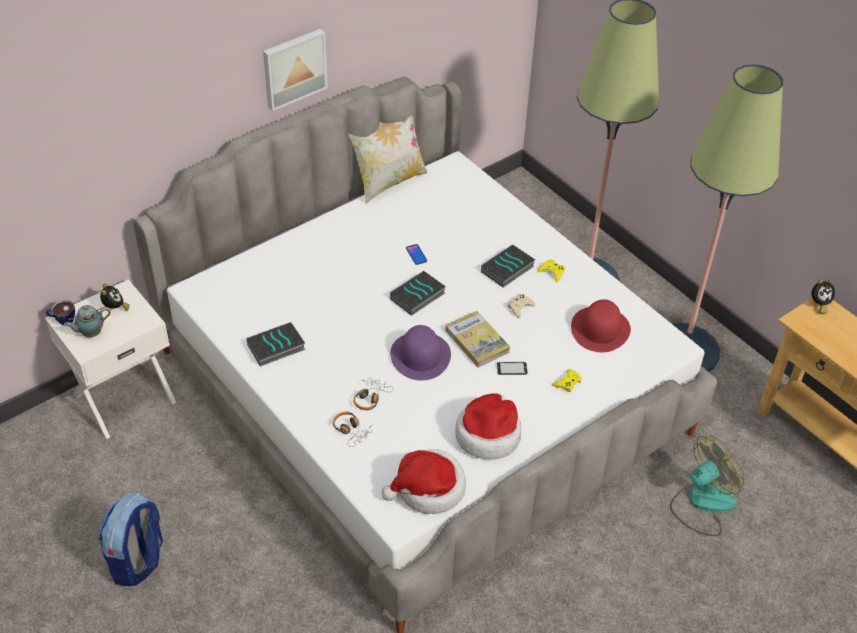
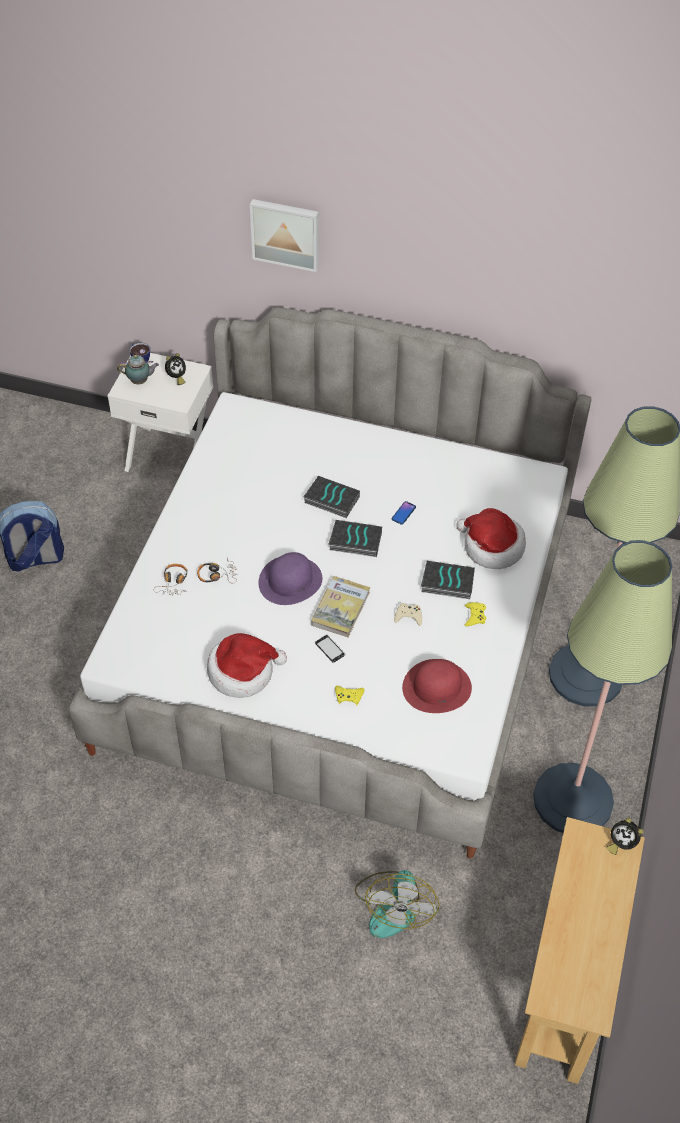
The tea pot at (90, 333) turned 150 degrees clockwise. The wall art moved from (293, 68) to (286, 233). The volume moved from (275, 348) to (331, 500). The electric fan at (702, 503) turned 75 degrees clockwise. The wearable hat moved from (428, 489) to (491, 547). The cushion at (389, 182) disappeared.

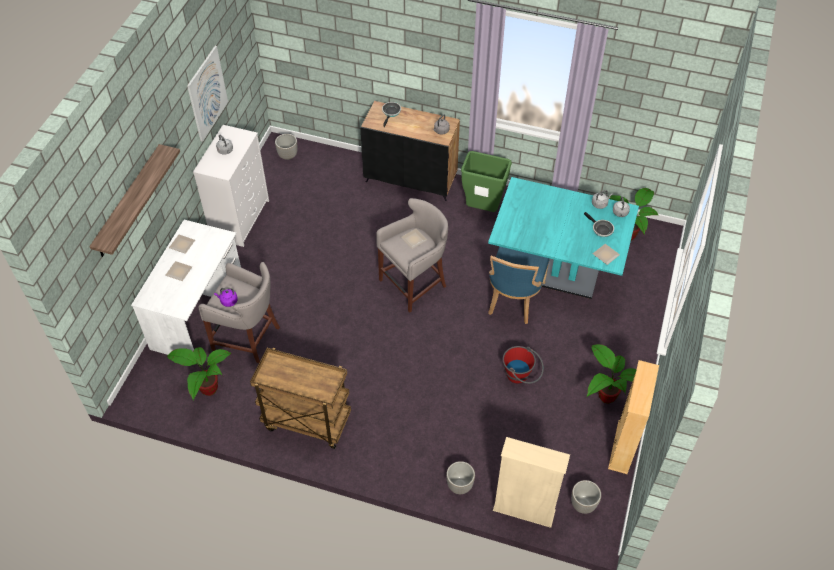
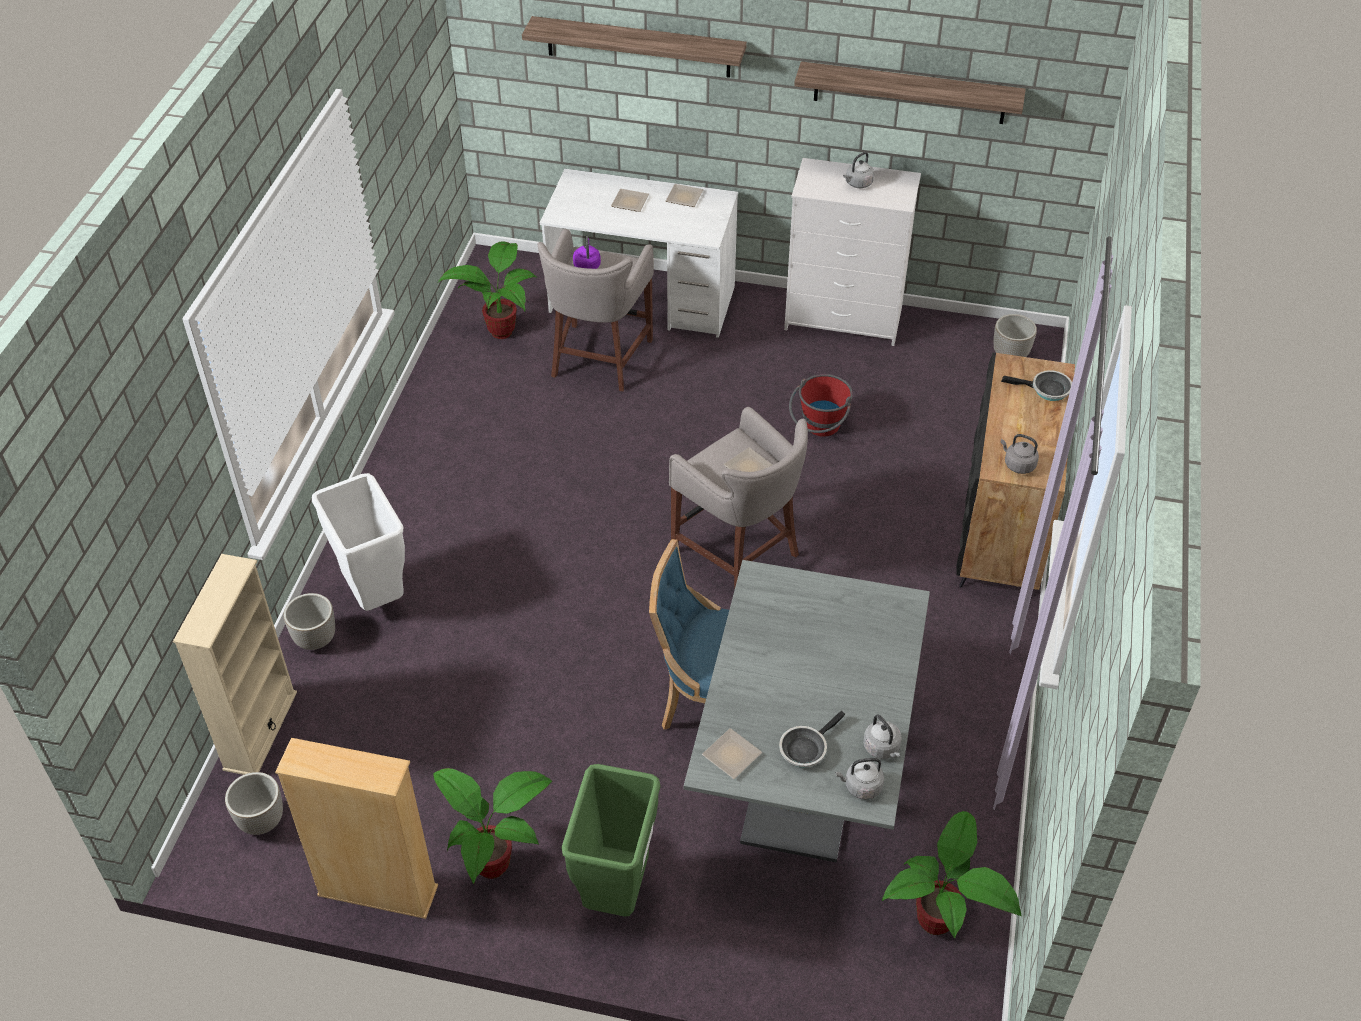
The rubbish bin (whitish) at (375, 595) appeared. The rubbish bin (green-coloured) moved from (483, 209) to (616, 894). The kitchen table (blue-green) at (555, 272) became the kitchen table (greyish) at (803, 778). The bucket (red) moved from (521, 376) to (819, 429). The wall art at (207, 93) was replaced by the shelf at (909, 93). The trolley (brown-coloured) at (306, 422) disappeared.

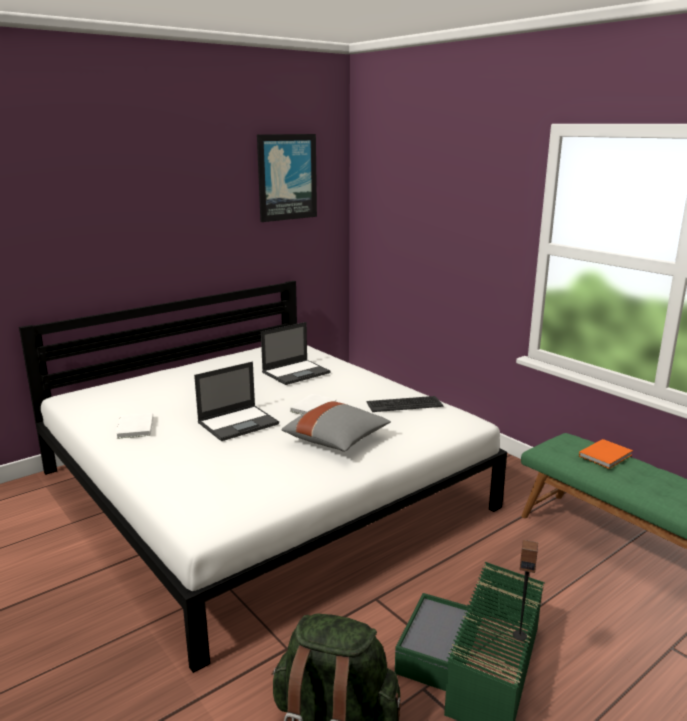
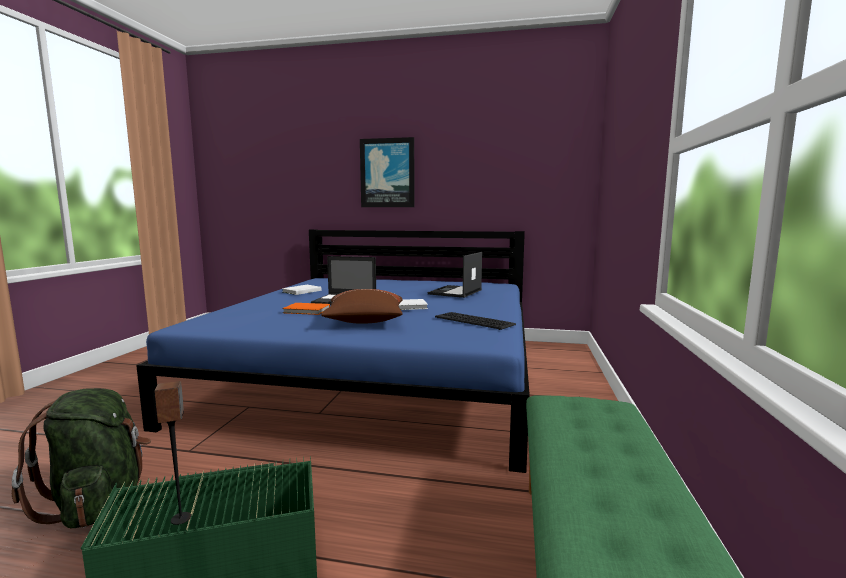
The bed (whitish) at (262, 488) became the bed (blue-coloured) at (381, 374). The volume (orangey) moved from (606, 455) to (307, 311). The cushion (greyish) at (337, 440) became the cushion (brown-coloured) at (365, 322). The wall art moved from (286, 177) to (387, 173). The notebook computer at (296, 372) turned 105 degrees clockwise.

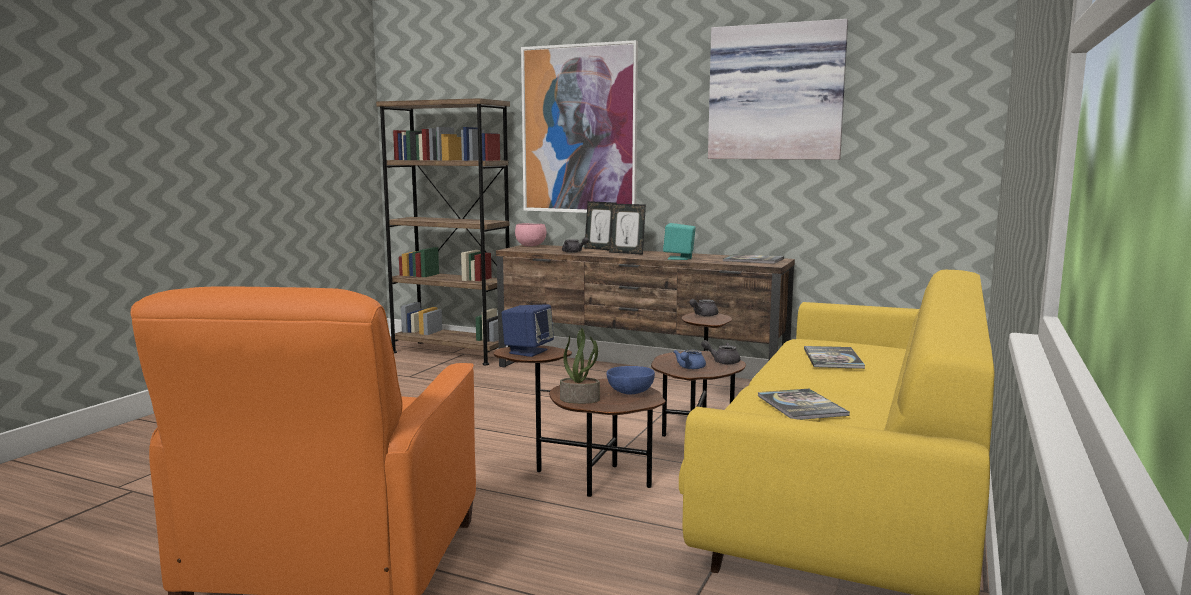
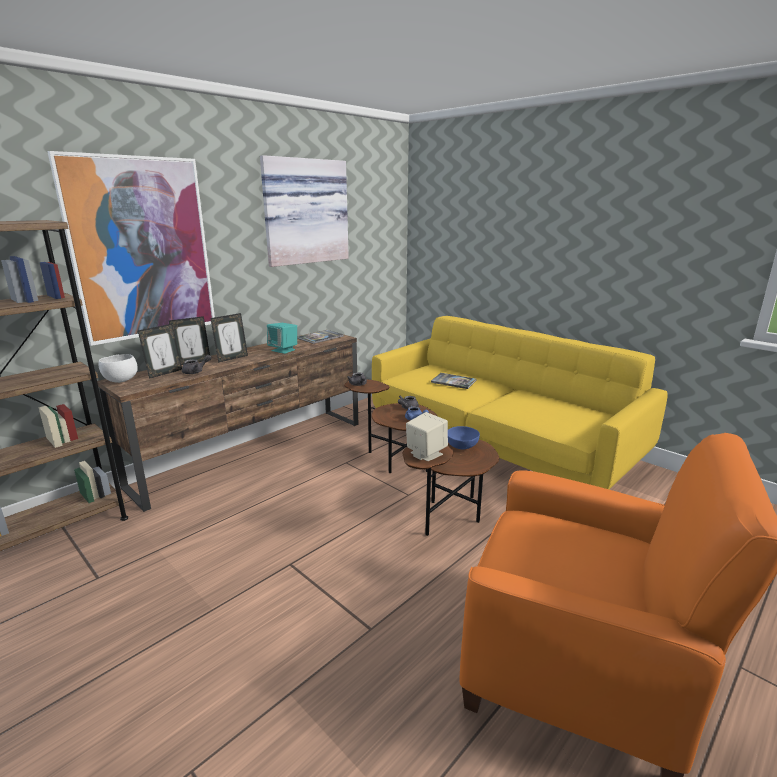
The deep dish (pinkish) at (530, 246) became the deep dish (whitish) at (120, 381). The photo frame at (164, 373) appeared. The loudspeaker (blue-coloured) at (528, 351) became the loudspeaker (beige-coloured) at (425, 453). The plant in a pot at (580, 399) disappeared. The volume at (801, 406) disappeared.

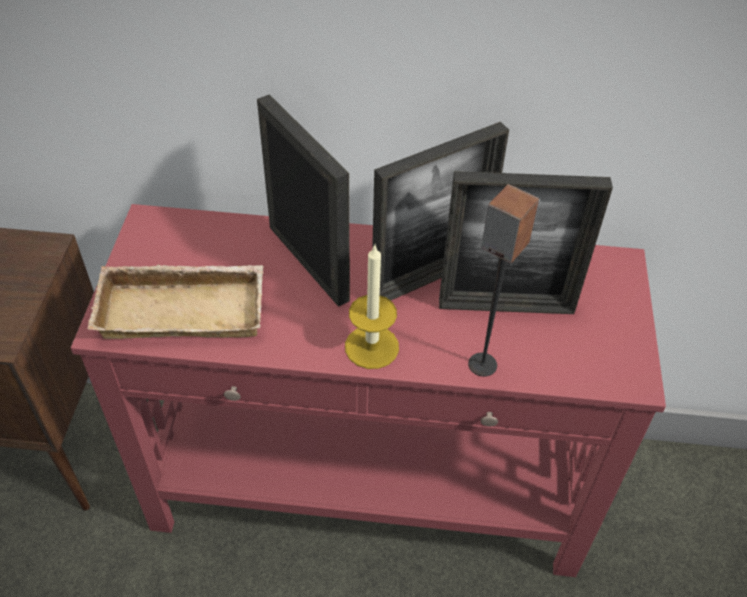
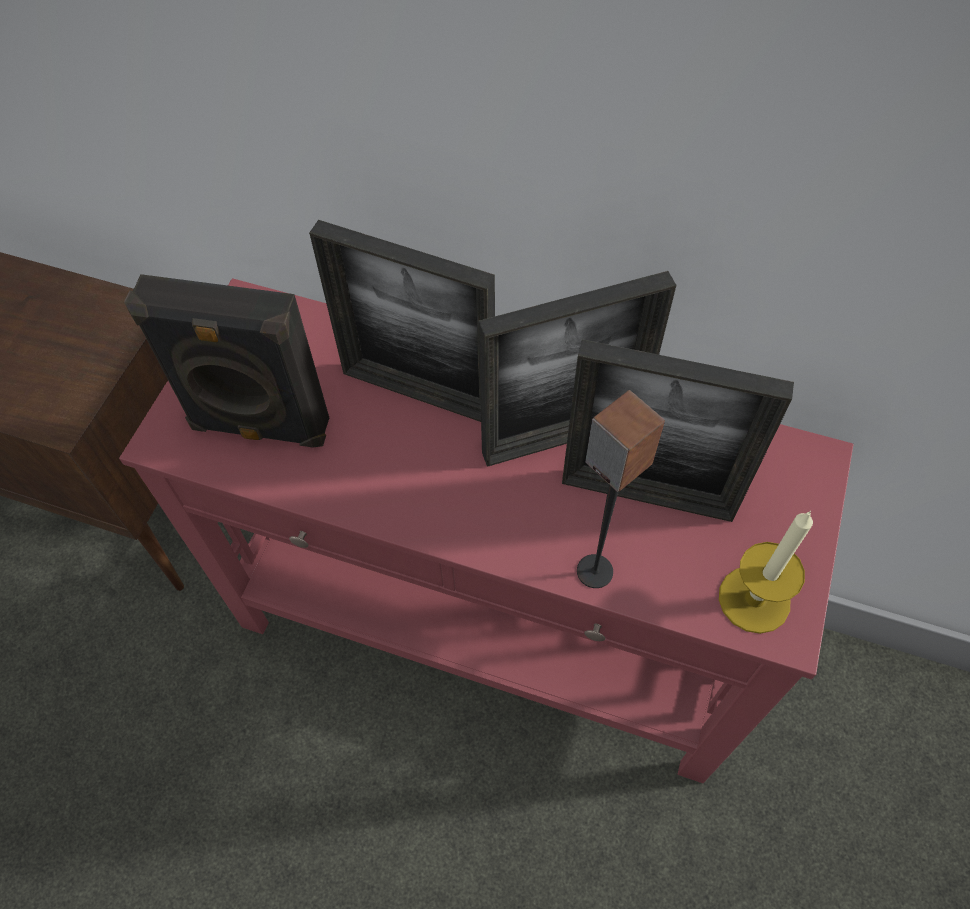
The serving tray (beige-coloured) at (185, 307) was replaced by the loudspeaker (black-coloured) at (259, 427). The photo frame at (308, 263) turned 135 degrees clockwise. The candle moved from (371, 347) to (754, 599).

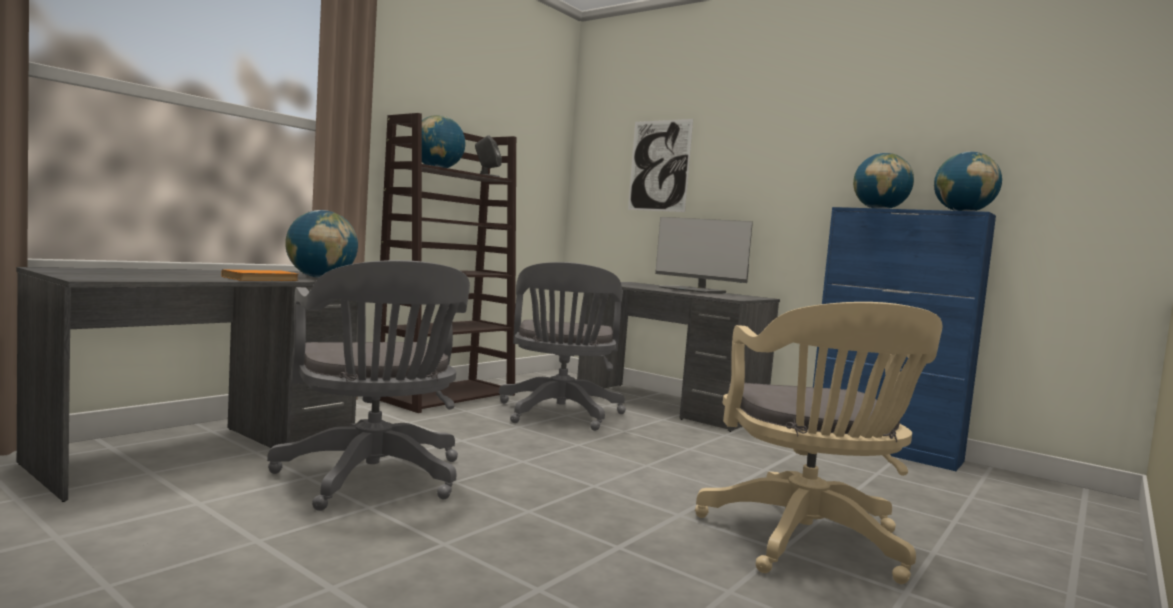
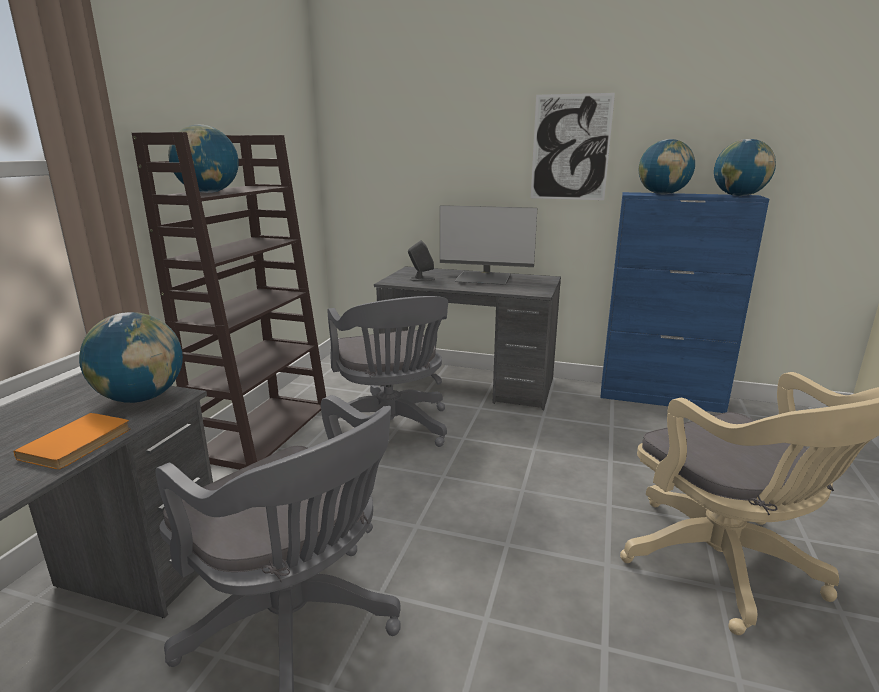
The loudspeaker (greyish) moved from (486, 176) to (421, 279). The wall art moved from (659, 165) to (570, 148).

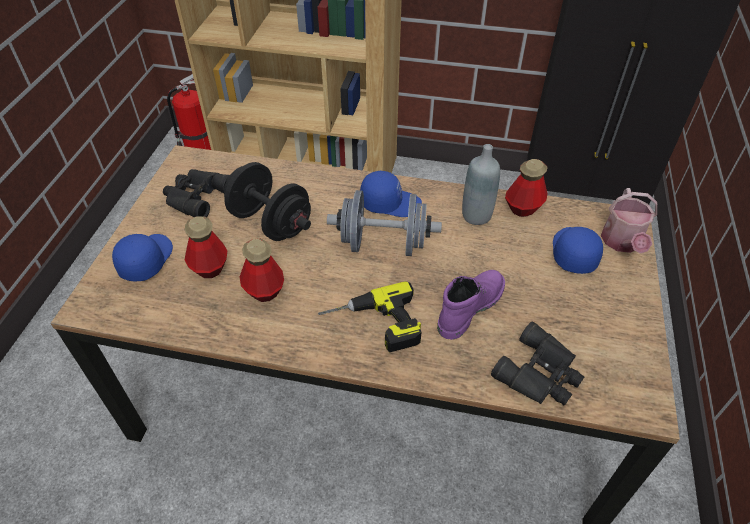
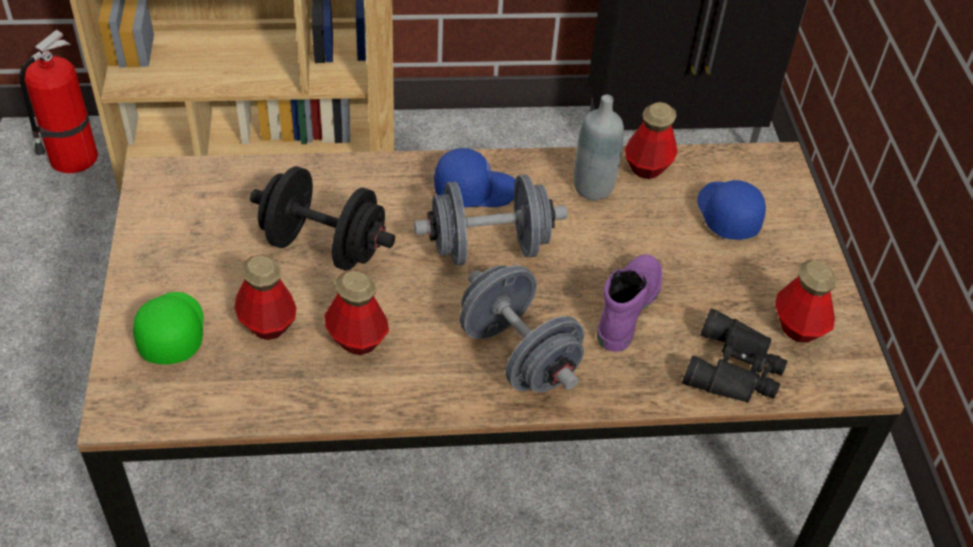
The cap (blue-coloured) at (145, 260) became the cap (green-coloured) at (170, 332). The drill at (373, 326) was replaced by the free weight (greyish) at (518, 355). The bottle at (798, 327) appeared. The field glasses (black-coloured) at (195, 197) disappeared. The watering pot at (622, 243) disappeared.

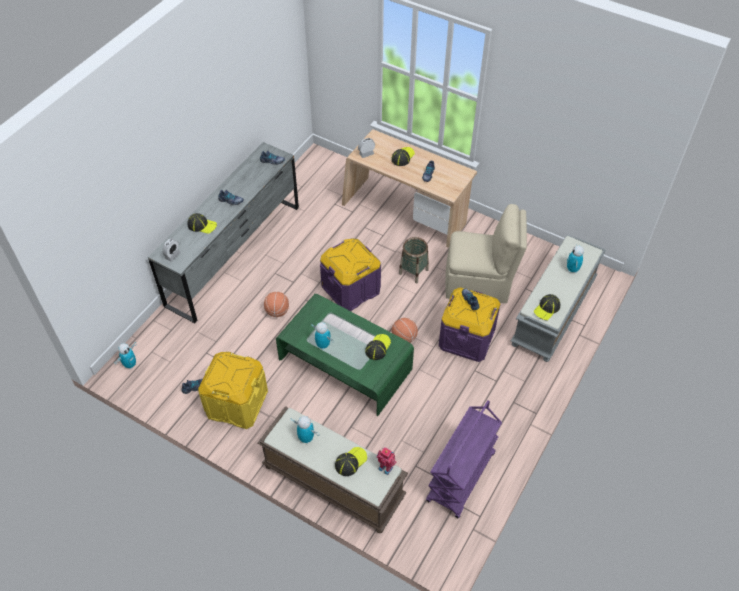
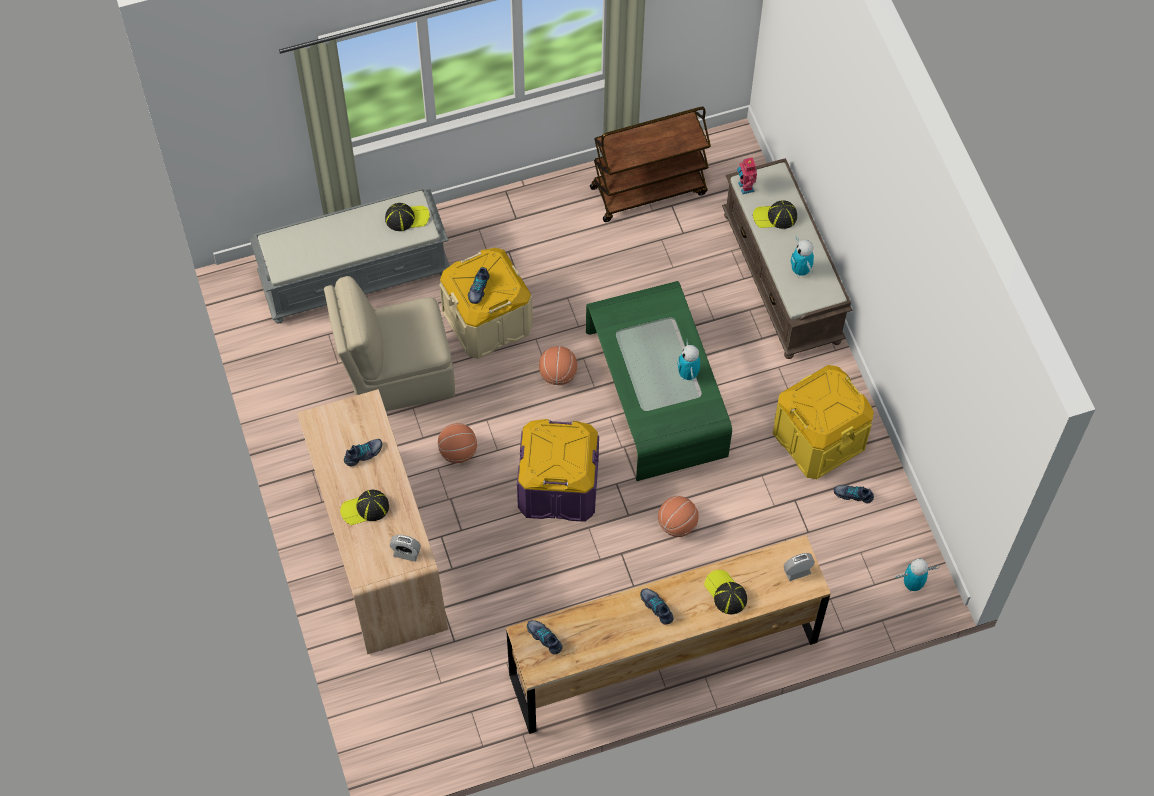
The upright chair (beige-coloured) at (479, 283) turned 60 degrees counterclockwise. The storage basket at (413, 271) was replaced by the basketball at (457, 451). The storage container (purple-coloured) at (466, 338) became the storage container (beige-coloured) at (487, 320). The drawer chest (greyish) at (234, 255) became the drawer chest (brown-coloured) at (663, 658). The trolley (purple-coloured) at (461, 478) became the trolley (brown-coloured) at (649, 189). The cap at (378, 347) disappeared. The model robot at (572, 269) disappeared.

